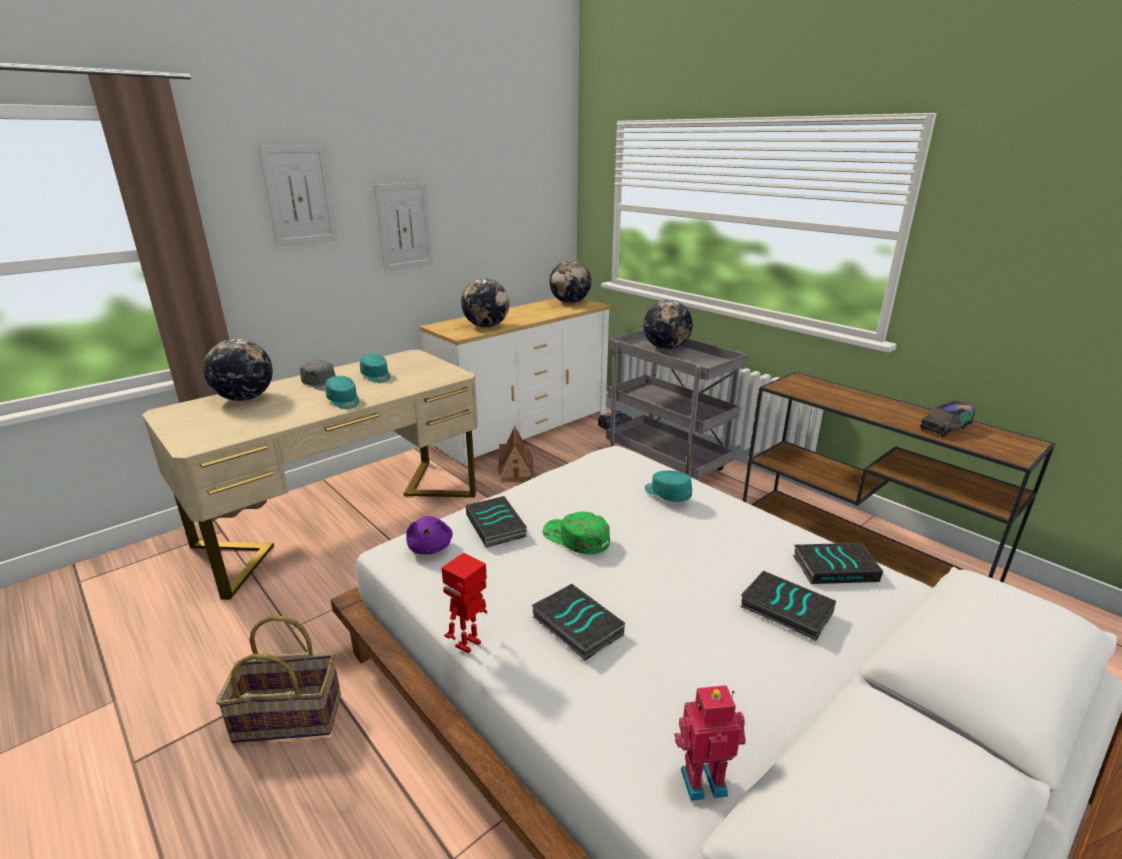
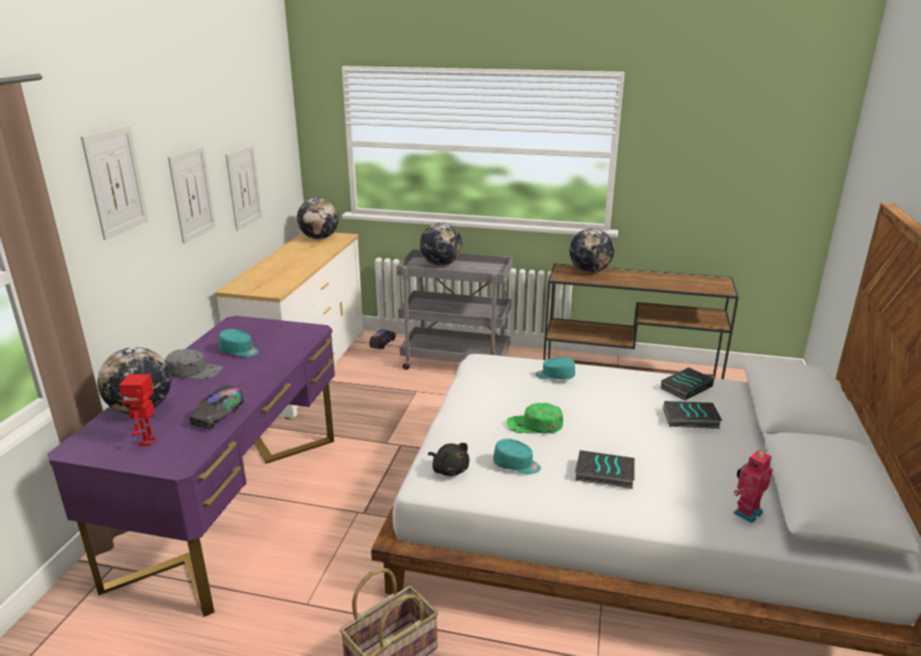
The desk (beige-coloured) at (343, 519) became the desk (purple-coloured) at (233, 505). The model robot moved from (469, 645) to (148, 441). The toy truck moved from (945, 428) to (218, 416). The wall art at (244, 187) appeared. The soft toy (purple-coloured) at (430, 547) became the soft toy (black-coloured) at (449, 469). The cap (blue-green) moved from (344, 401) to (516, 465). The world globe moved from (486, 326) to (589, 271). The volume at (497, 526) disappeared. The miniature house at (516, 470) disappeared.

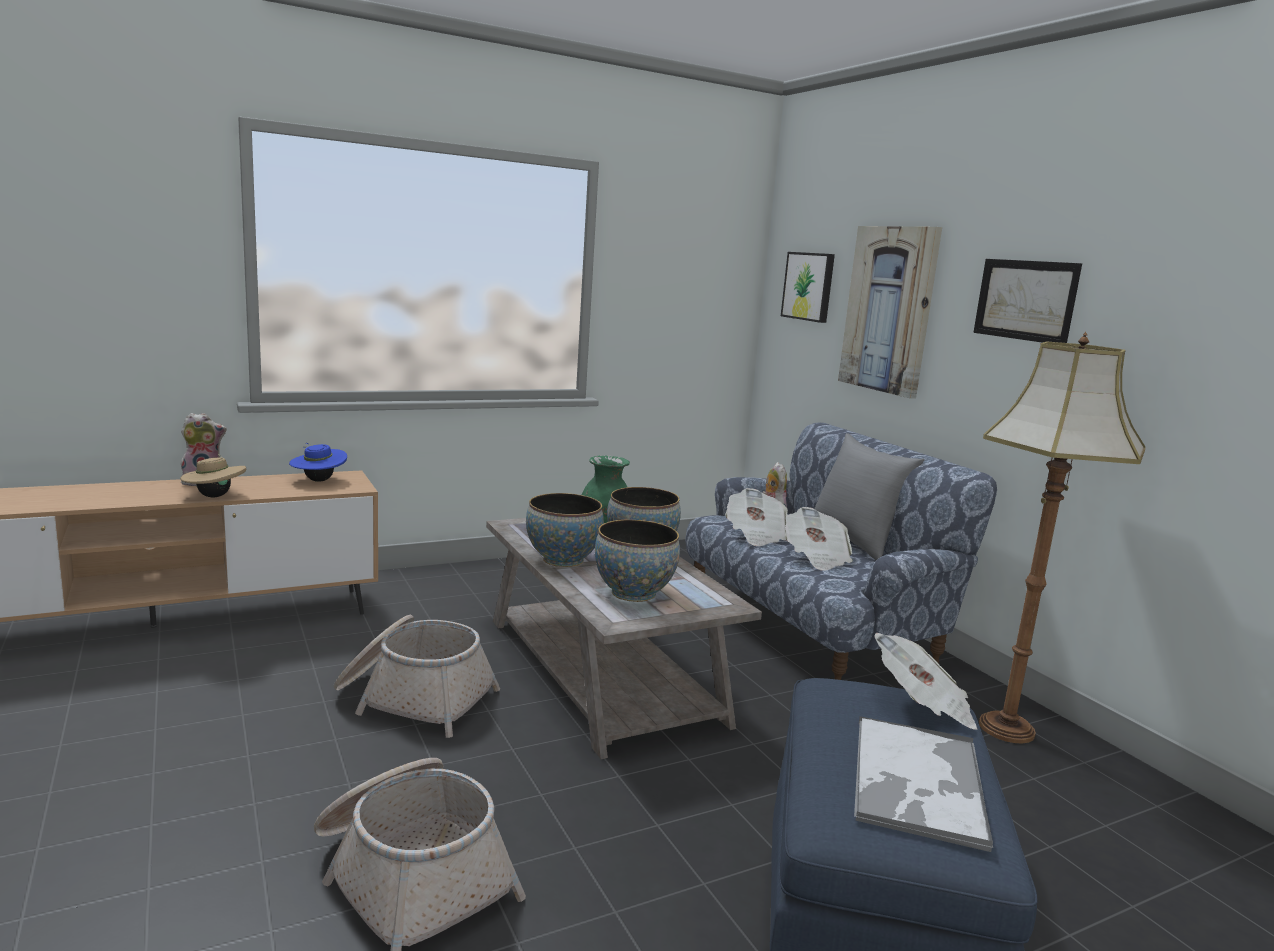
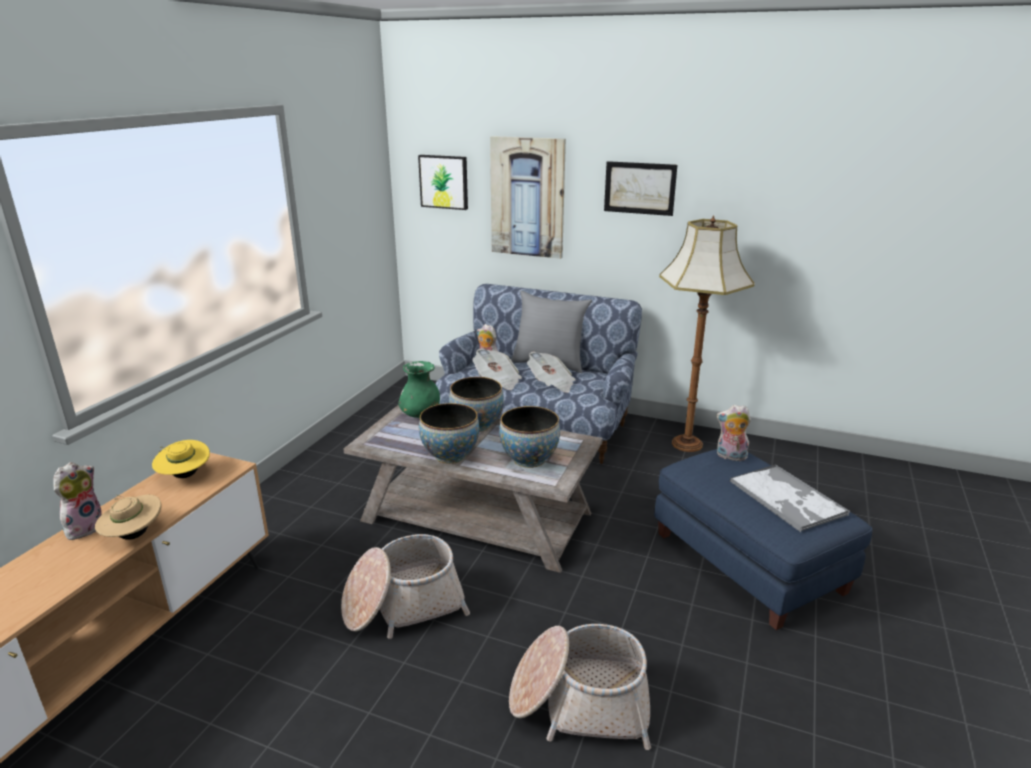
The wearable hat (blue-coloured) at (318, 480) became the wearable hat (yellow) at (185, 475). The printed paper at (922, 706) was replaced by the soft toy at (730, 457).

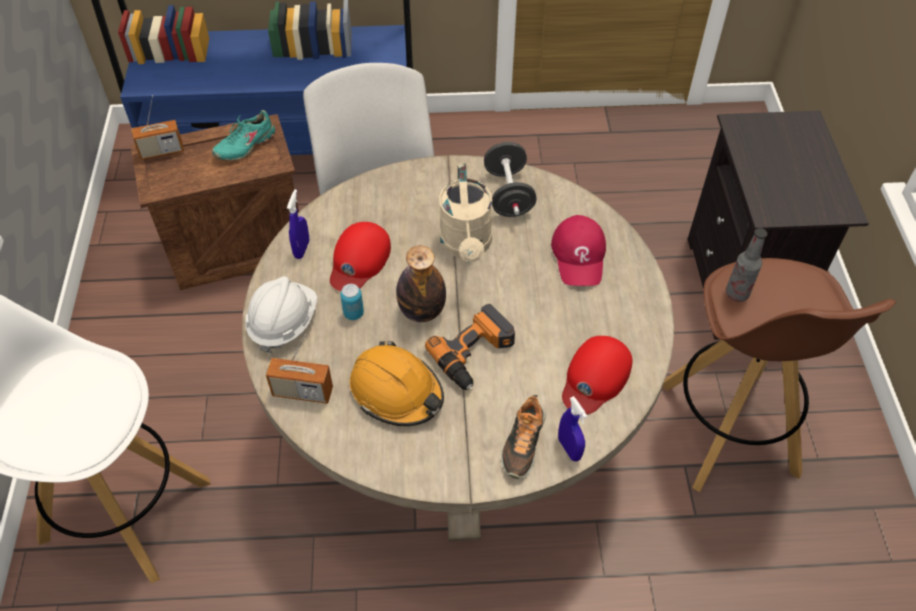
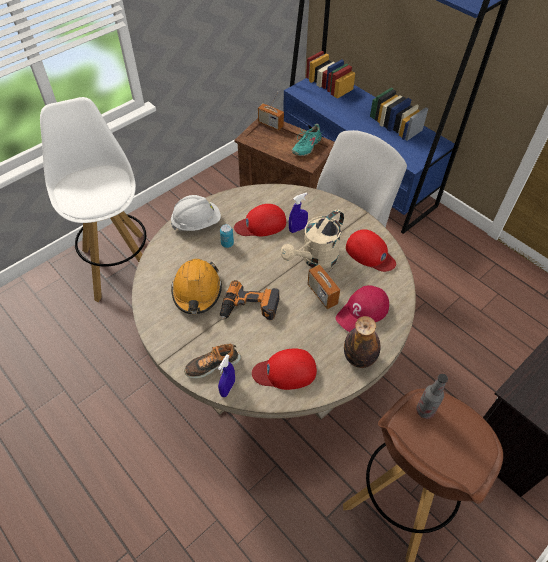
The sprayer (blue-coloured) moved from (302, 249) to (297, 229). The low shoe (blue-green) at (245, 145) turned 60 degrees counterclockwise. The radio set moved from (302, 392) to (322, 294). The bottle moved from (422, 311) to (359, 358). The free weight (black-coloured) at (508, 194) was replaced by the cap (red) at (370, 253).

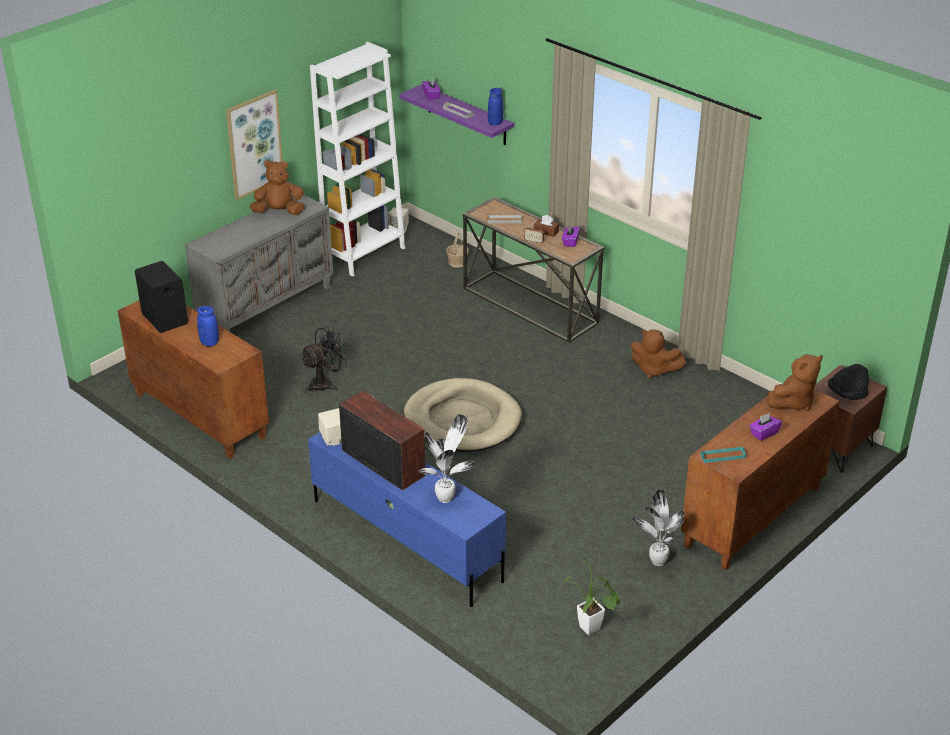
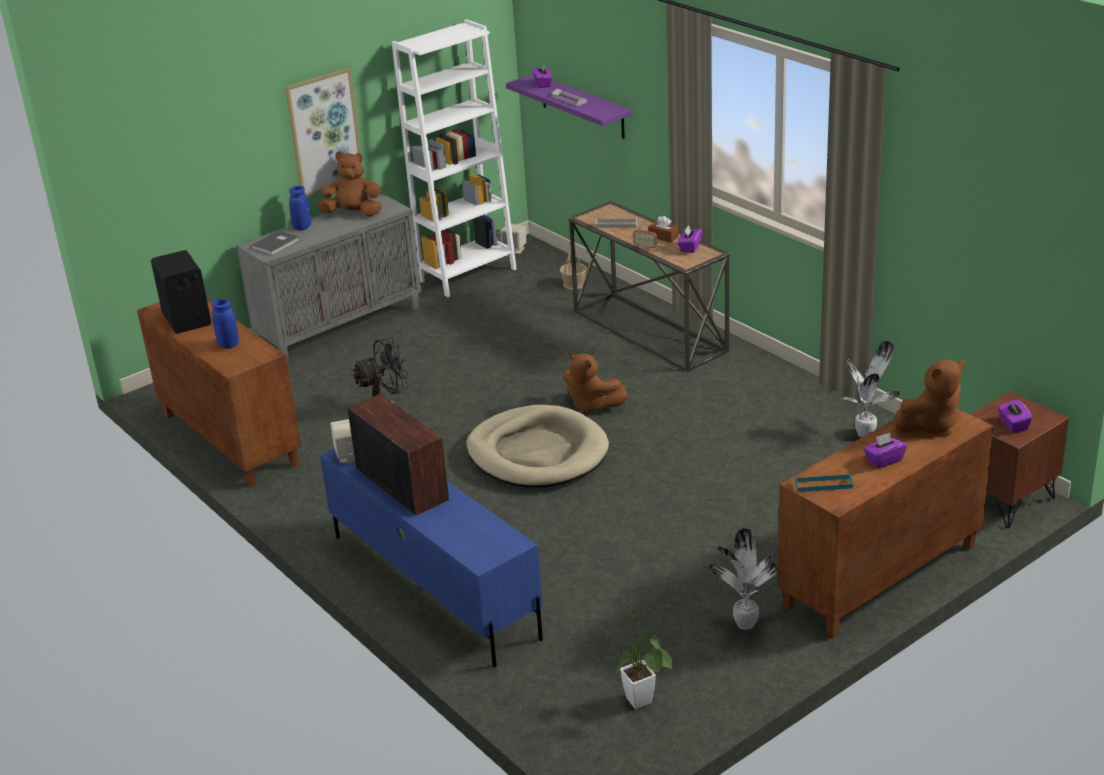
The volume (greyish) at (277, 244) appeared. The decorative vase (blue-coloured) moved from (495, 123) to (302, 227). The soft toy (brown-coloured) moved from (654, 370) to (592, 406). The plant in a pot moved from (446, 497) to (866, 433). The wearable hat (black-coloured) at (847, 394) was replaced by the tissue holder (purple-coloured) at (1013, 424).

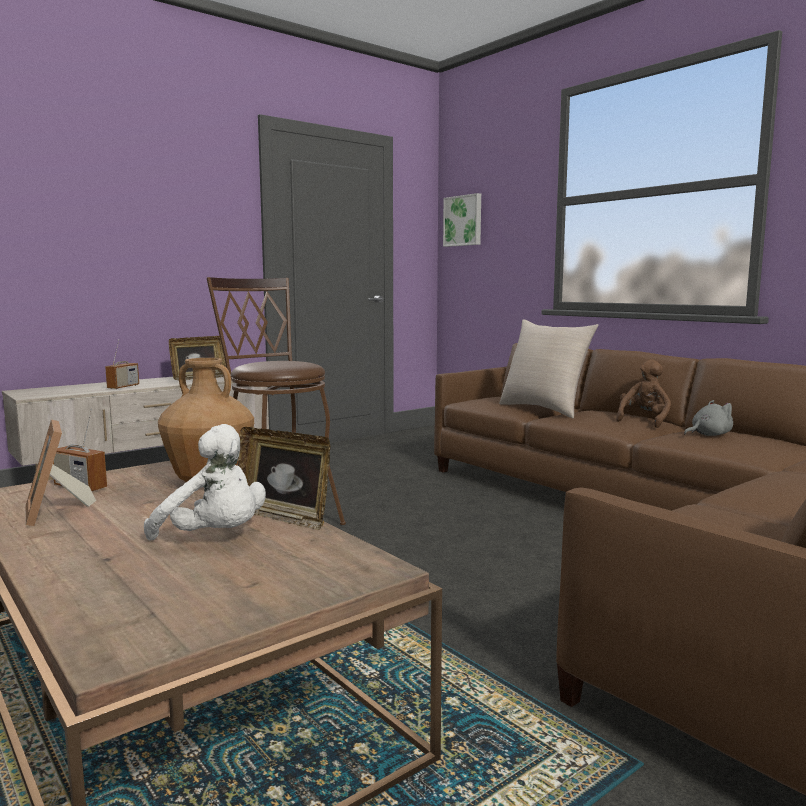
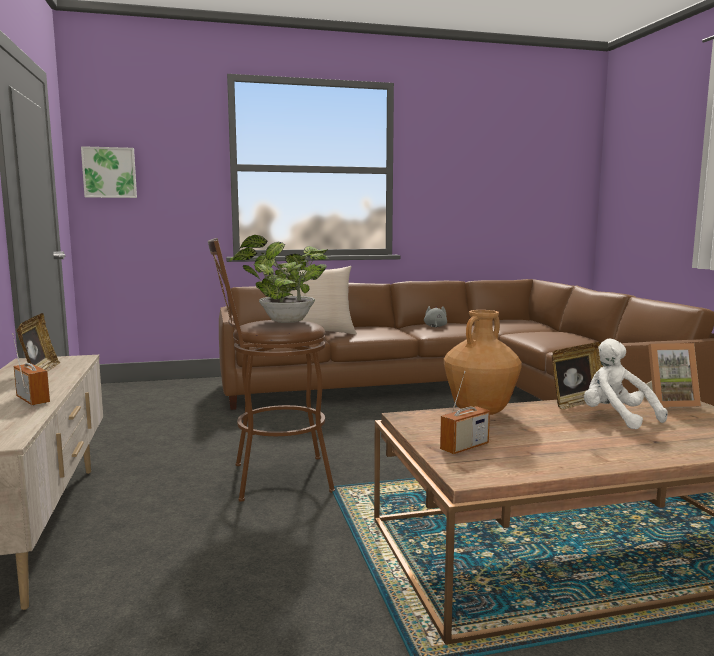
The plant in a pot at (283, 321) appeared. The soft toy (whitish) at (215, 538) turned 90 degrees counterclockwise. The photo frame moved from (57, 512) to (667, 403). The soft toy (brown-coloured) at (643, 421) disappeared.

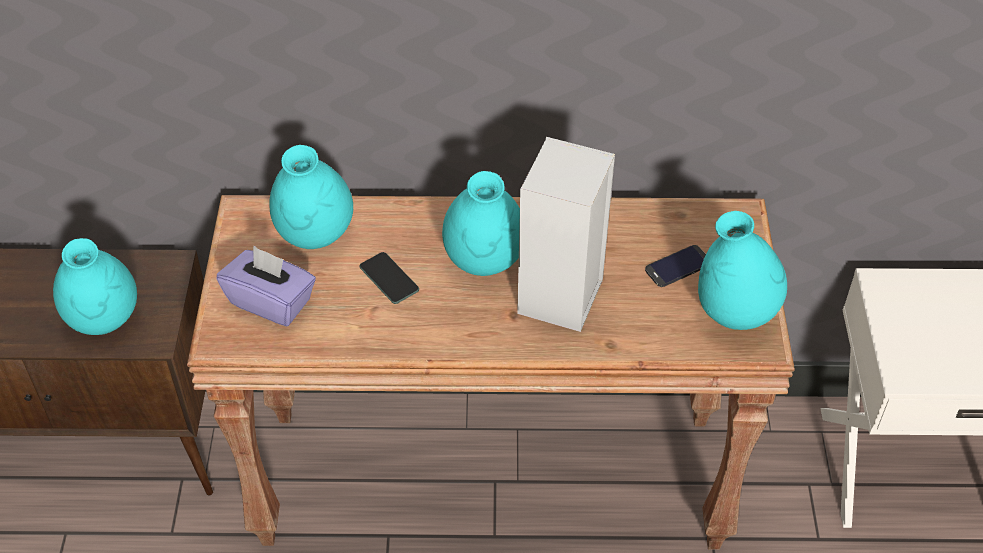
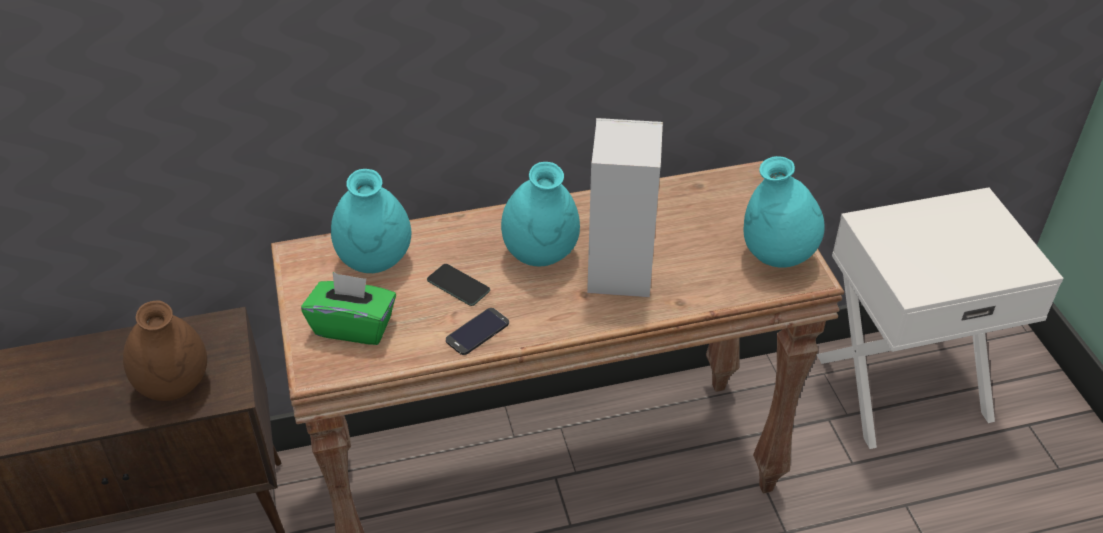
The decorative vase (blue-green) at (104, 320) became the decorative vase (brown-coloured) at (174, 386). The tissue holder (purple-coloured) at (271, 301) became the tissue holder (green-coloured) at (354, 326). The handset moved from (678, 266) to (477, 332).

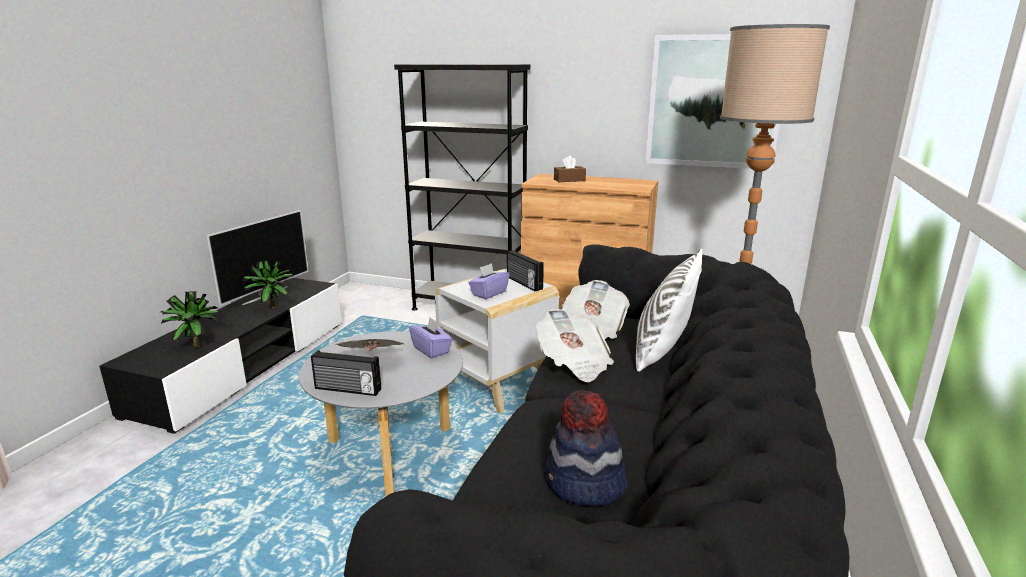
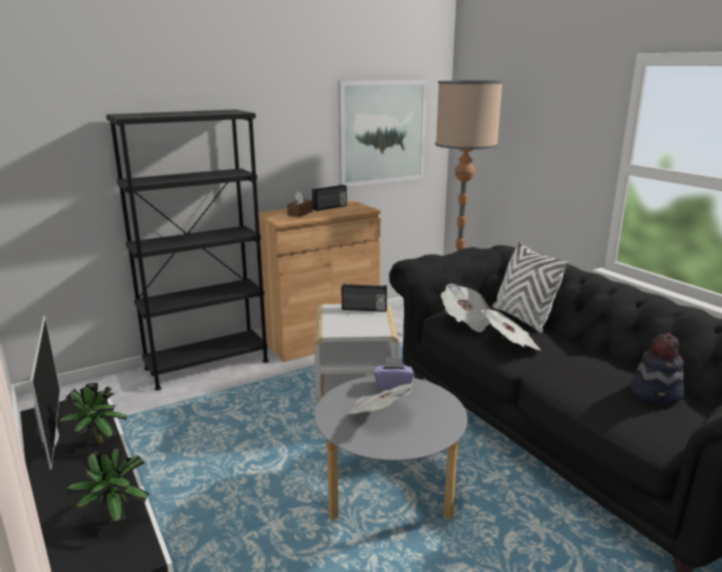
The radio set moved from (347, 389) to (330, 207). The tissue holder (purple-coloured) at (489, 293) disappeared.

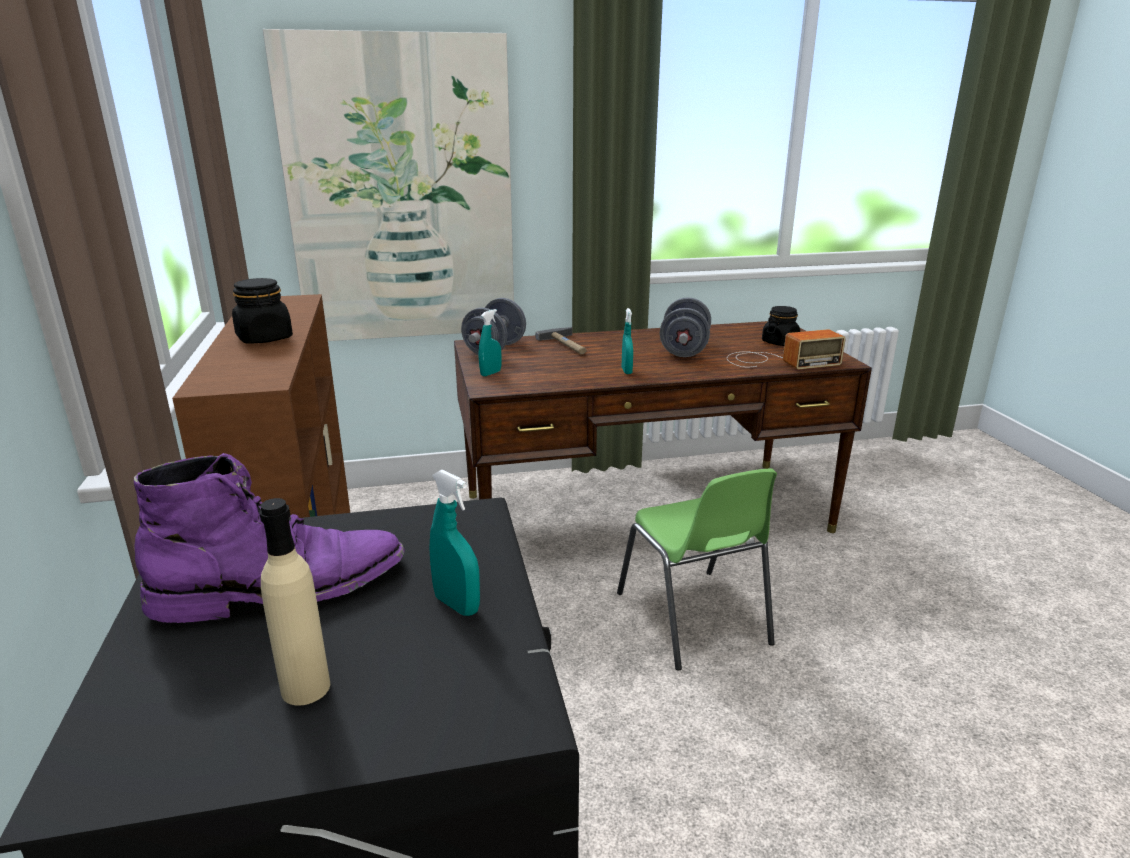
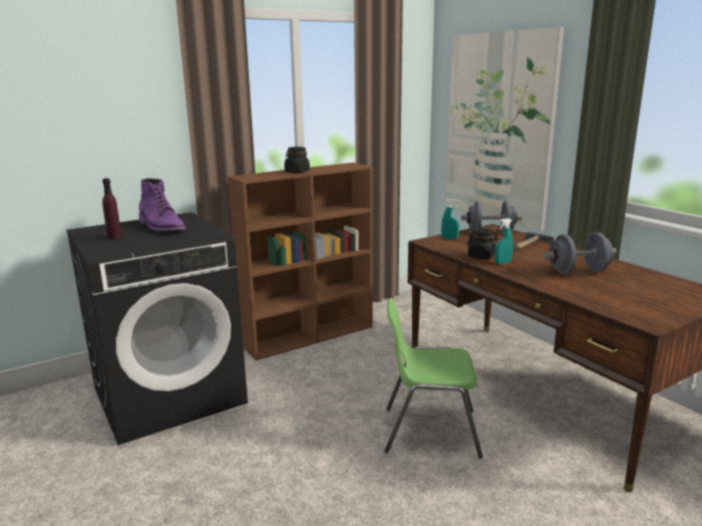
The bottle (beige-coloured) at (305, 688) became the bottle (purple-coloured) at (114, 237). The upright chair (green-coloured) at (693, 619) turned 45 degrees clockwise. The storage jar (black-coloured) moved from (780, 342) to (481, 256). The sprayer (blue-green) at (457, 605) disappeared. The radio set at (777, 361) disappeared.

